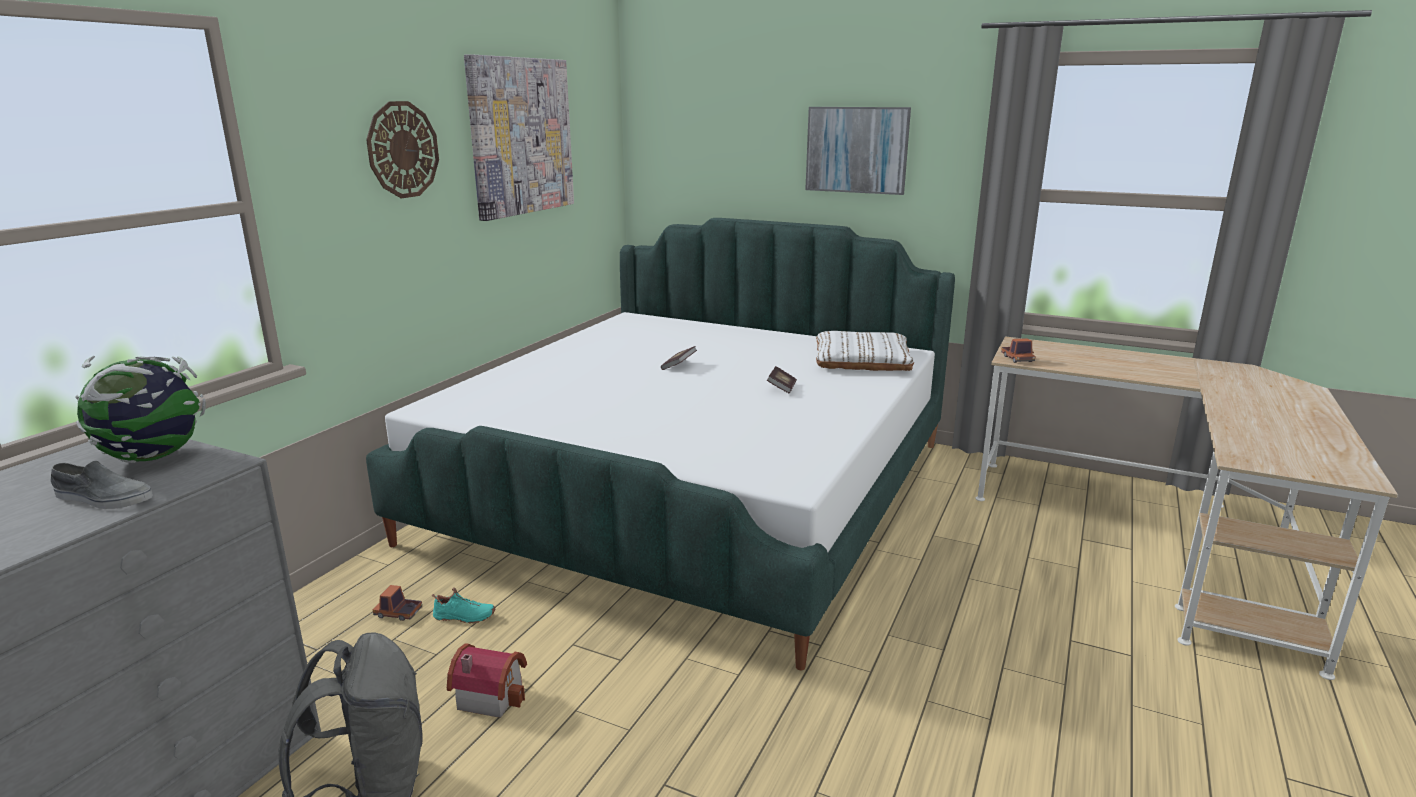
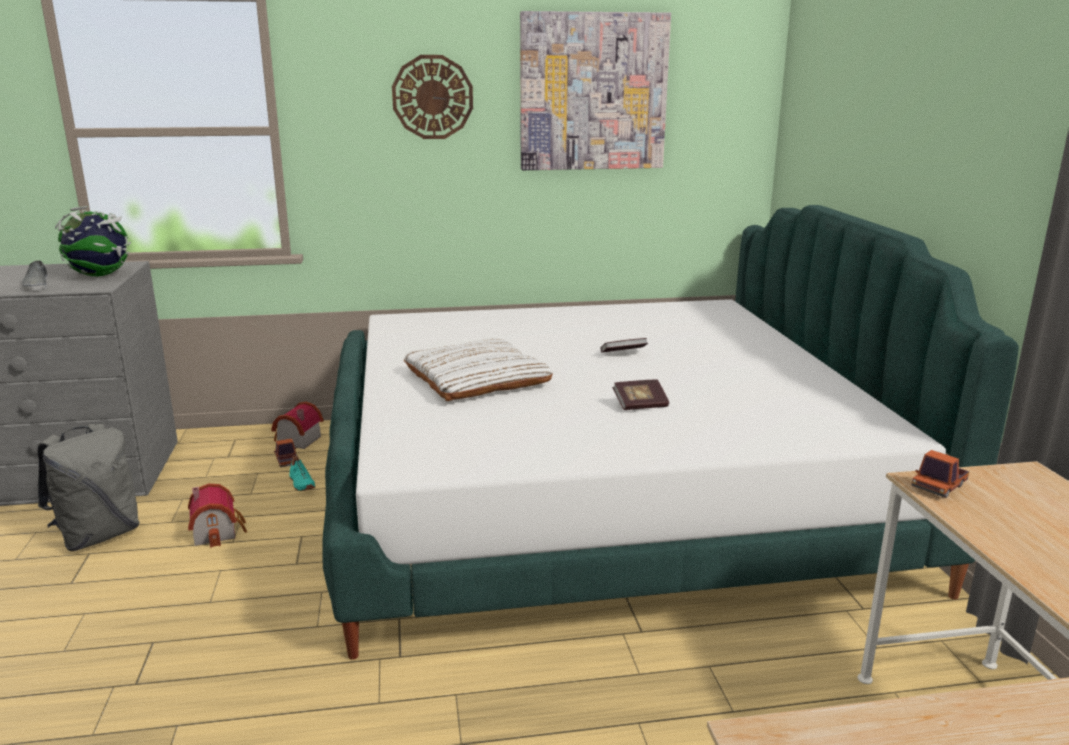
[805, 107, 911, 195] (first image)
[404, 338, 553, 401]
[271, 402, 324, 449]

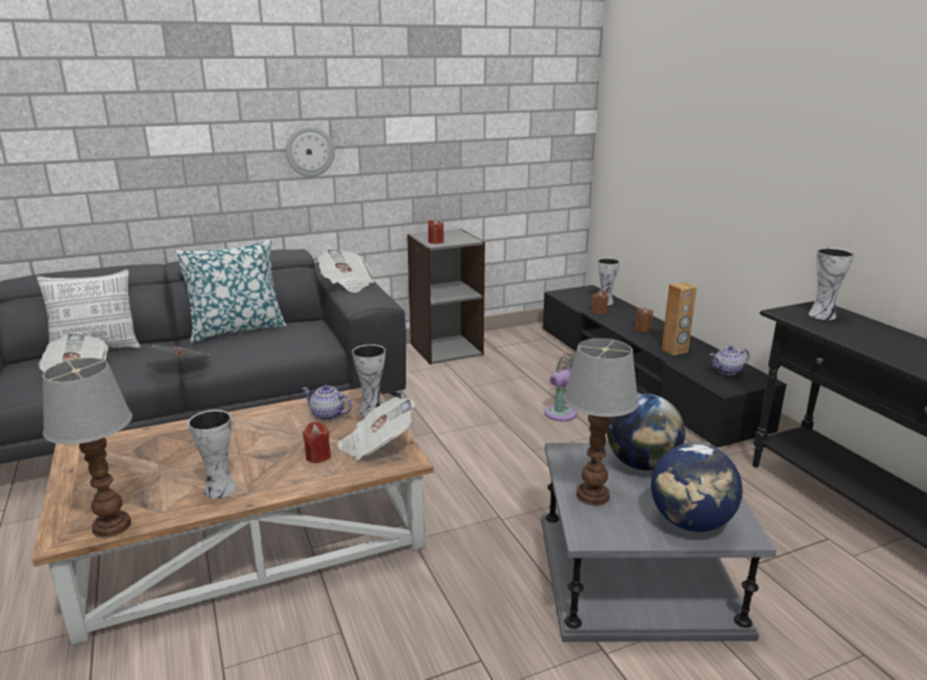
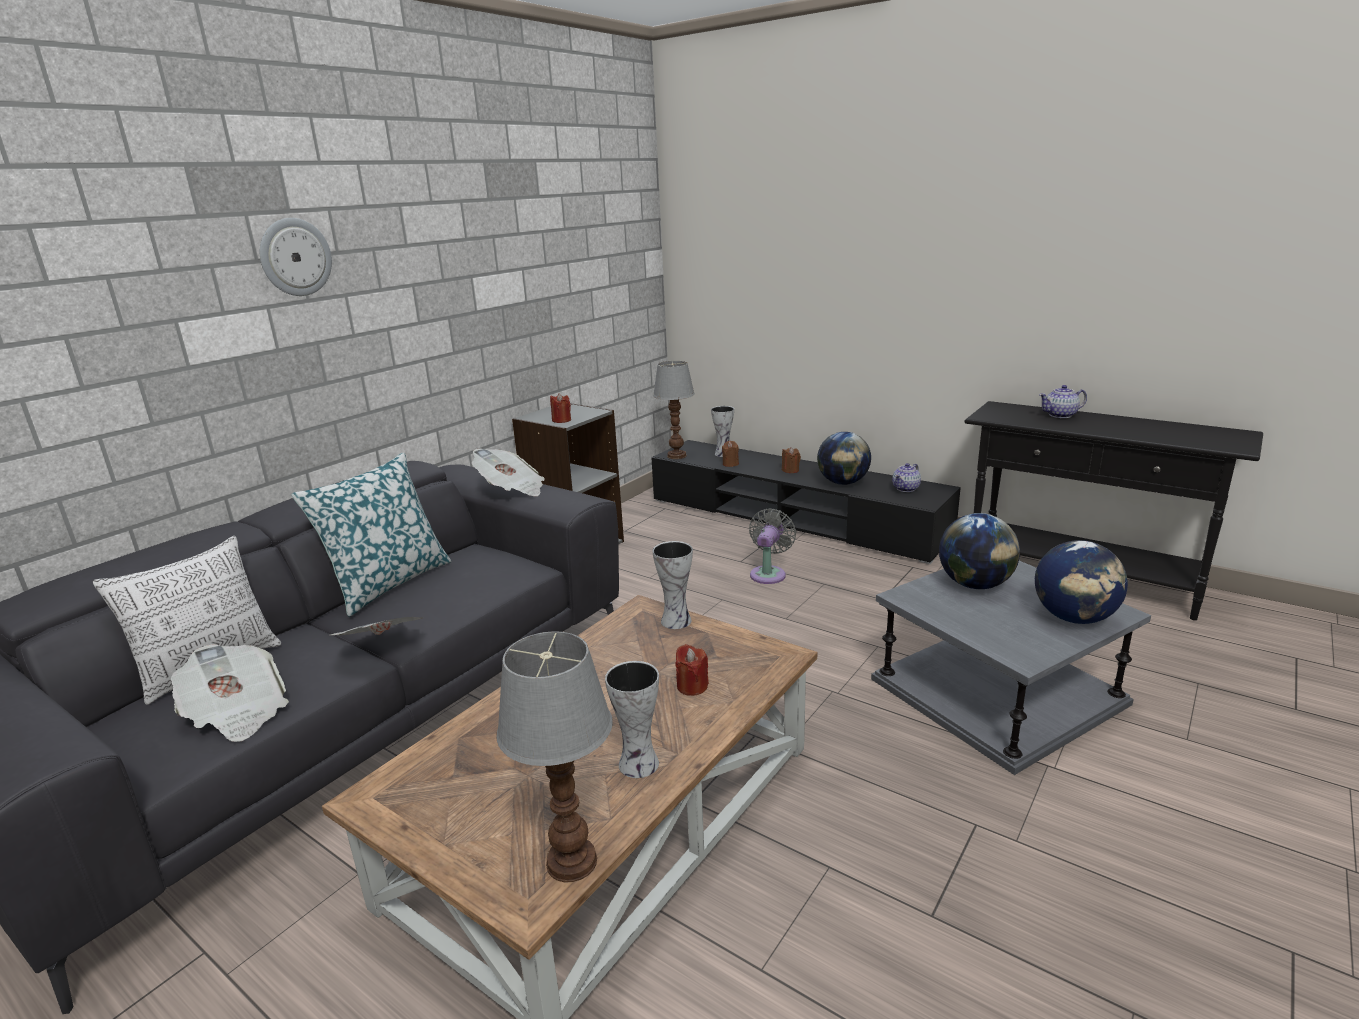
[260, 218, 332, 296]
[1039, 385, 1087, 418]
[338, 397, 416, 460] (first image)
[653, 361, 695, 459]
[817, 432, 871, 485]
[808, 248, 854, 320] (first image)

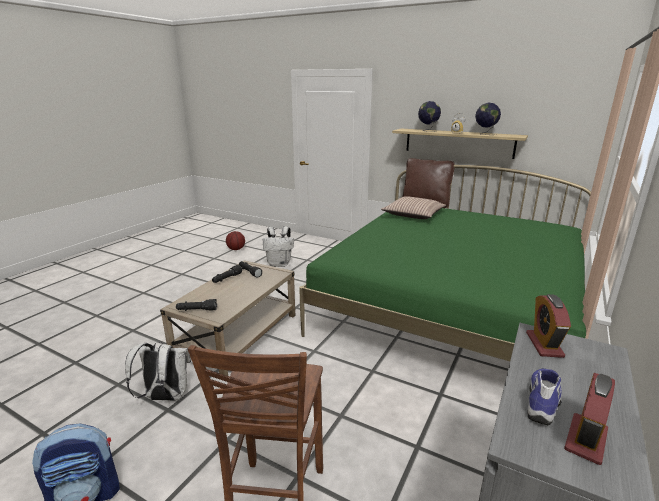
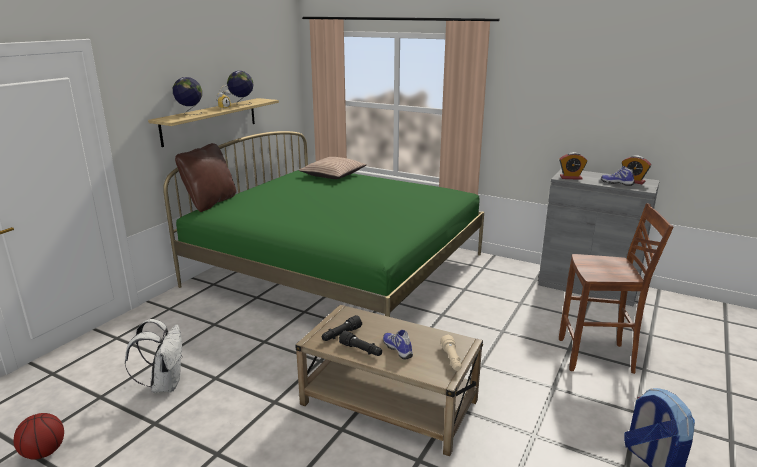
[125, 342, 191, 401] (first image)
[440, 335, 462, 371]
[299, 157, 367, 179]
[383, 330, 413, 359]

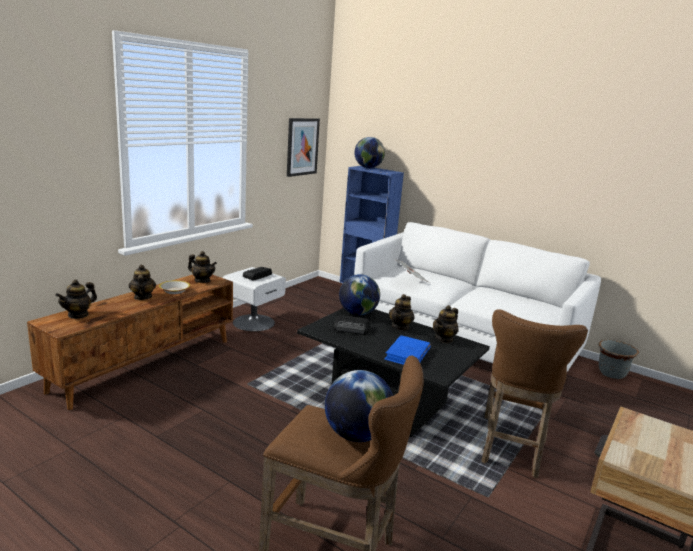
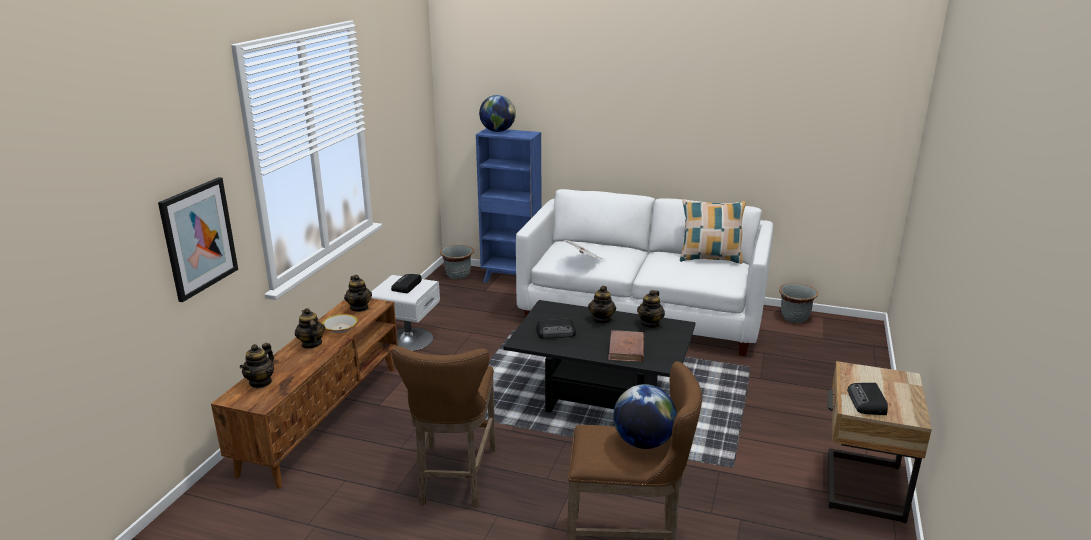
[344, 275, 372, 312]
[158, 177, 238, 302]
[339, 274, 380, 315] (first image)
[608, 330, 644, 362]
[392, 346, 496, 508]
[440, 245, 474, 280]
[680, 199, 746, 264]
[847, 383, 888, 415]

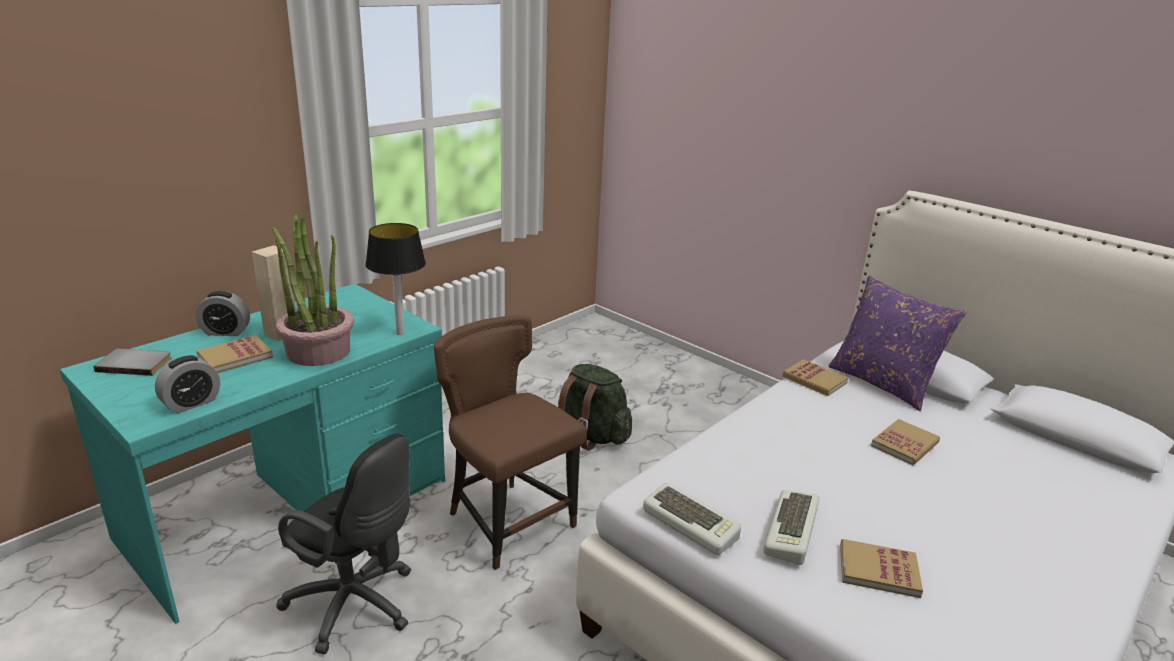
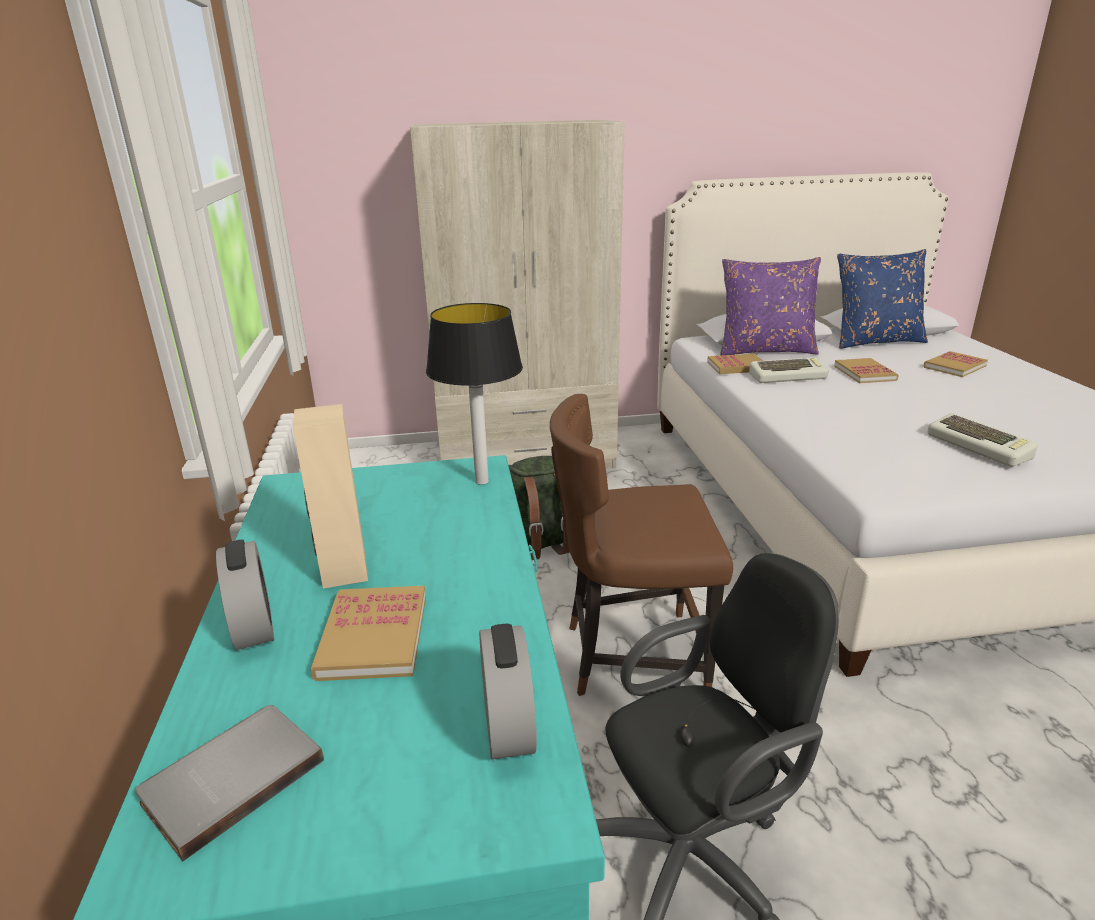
[216, 540, 274, 650]
[272, 214, 354, 366] (first image)
[749, 357, 829, 383]
[923, 351, 988, 377]
[410, 120, 625, 468]
[837, 249, 928, 349]

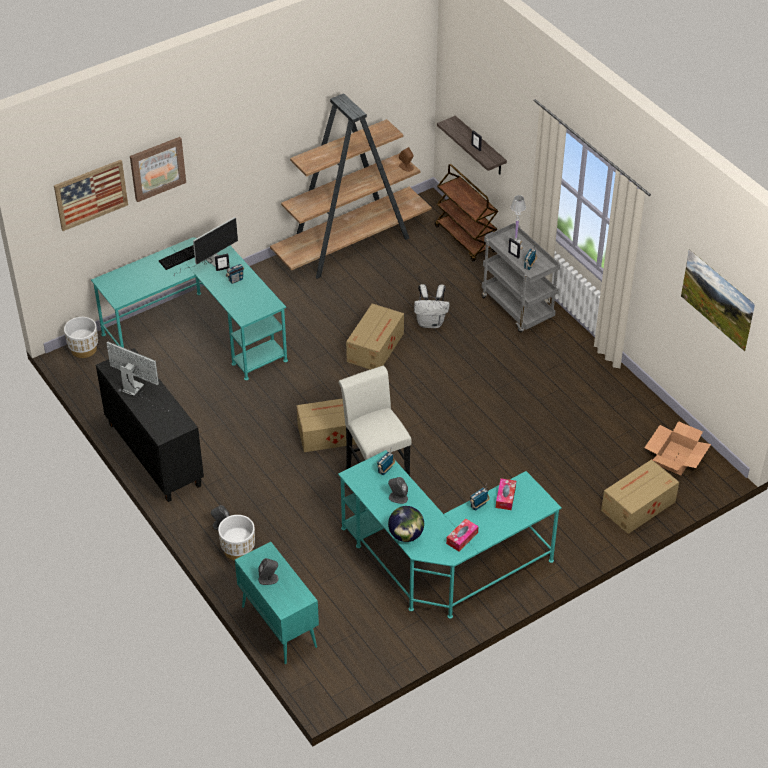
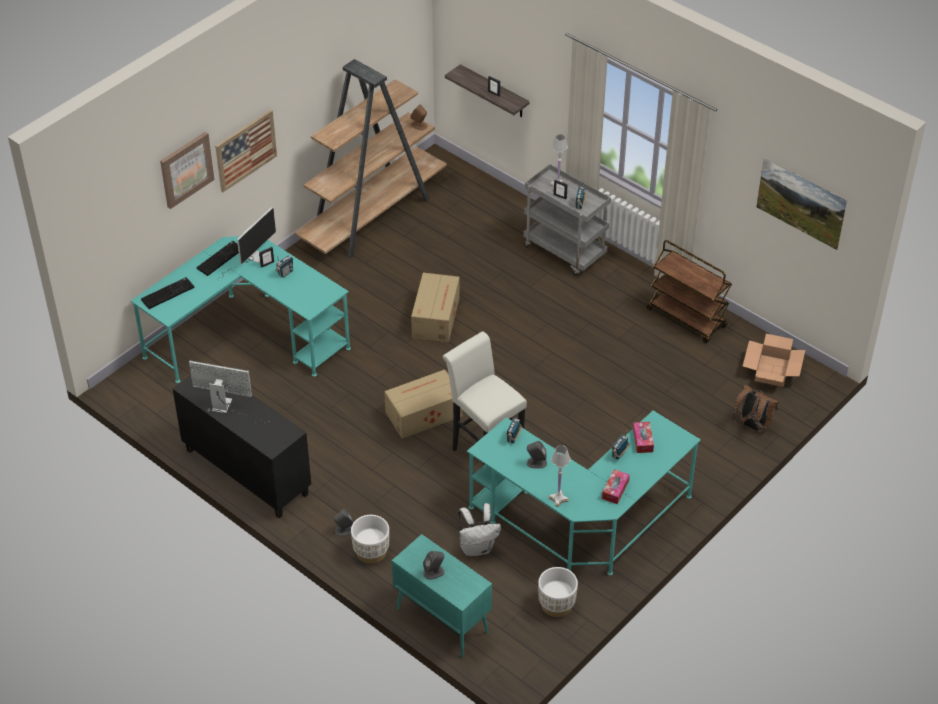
[215, 110, 277, 192]
[538, 567, 578, 617]
[548, 445, 570, 507]
[458, 503, 501, 557]
[647, 240, 732, 343]
[733, 385, 779, 432]
[141, 277, 194, 309]

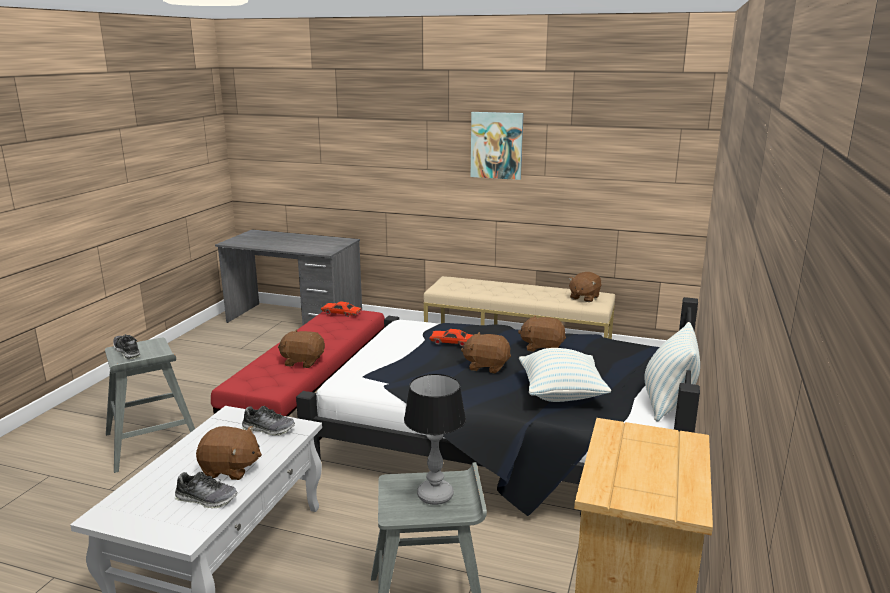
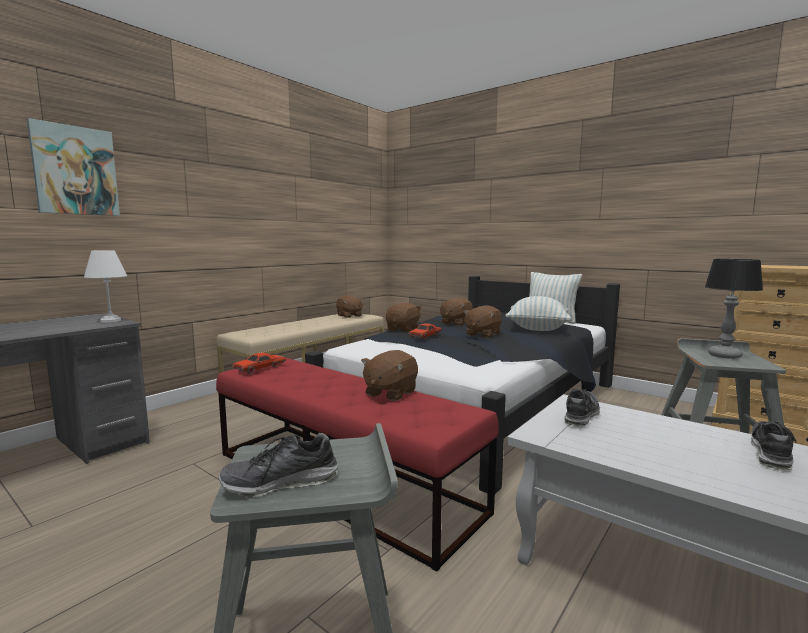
[386, 303, 422, 332]
[27, 118, 120, 216]
[84, 250, 127, 323]

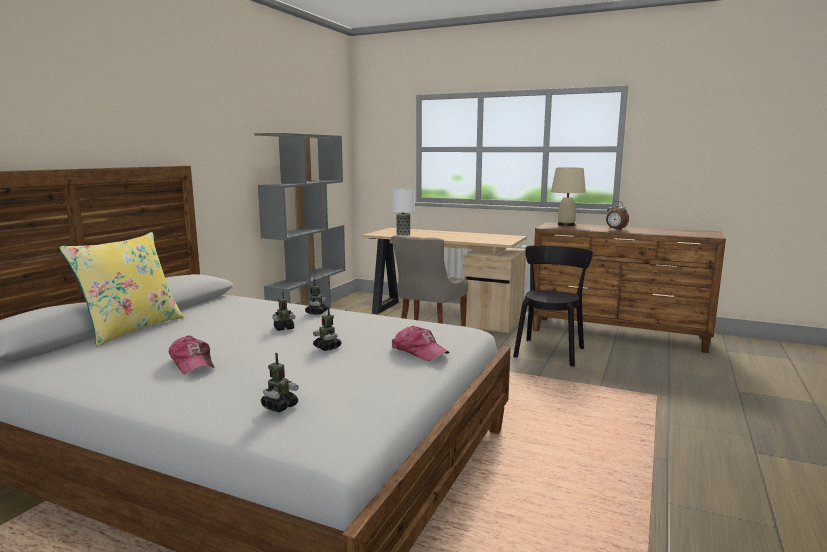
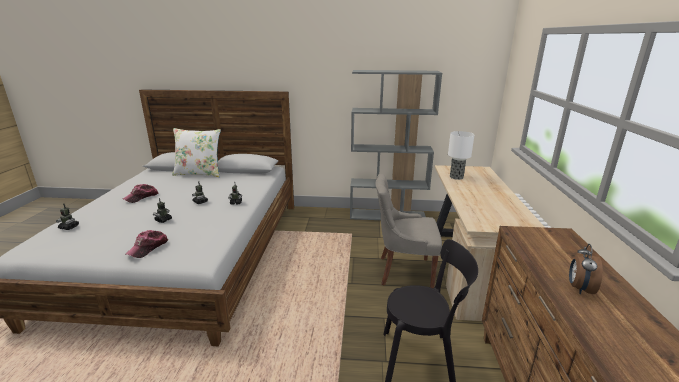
[172, 128, 221, 177]
[551, 167, 586, 226] (first image)

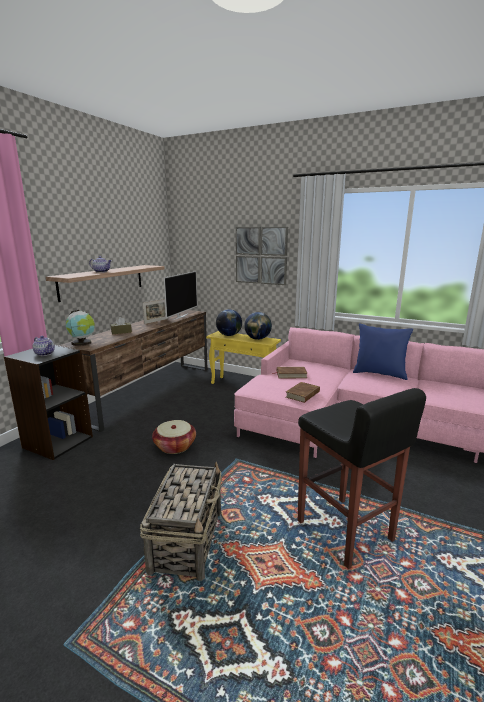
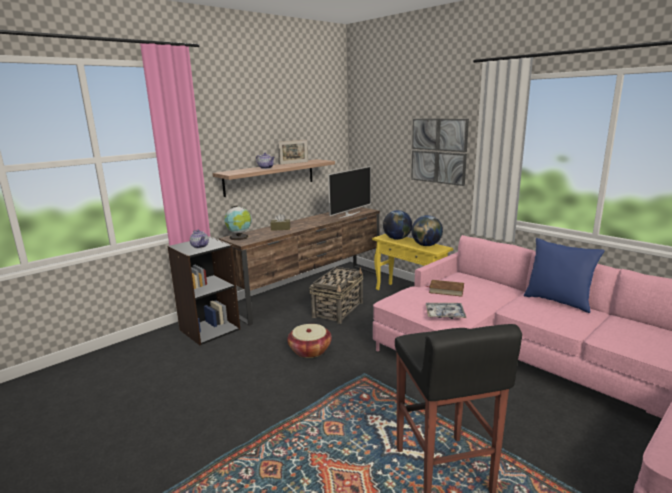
[309, 267, 363, 324]
[279, 140, 308, 165]
[426, 303, 466, 319]

